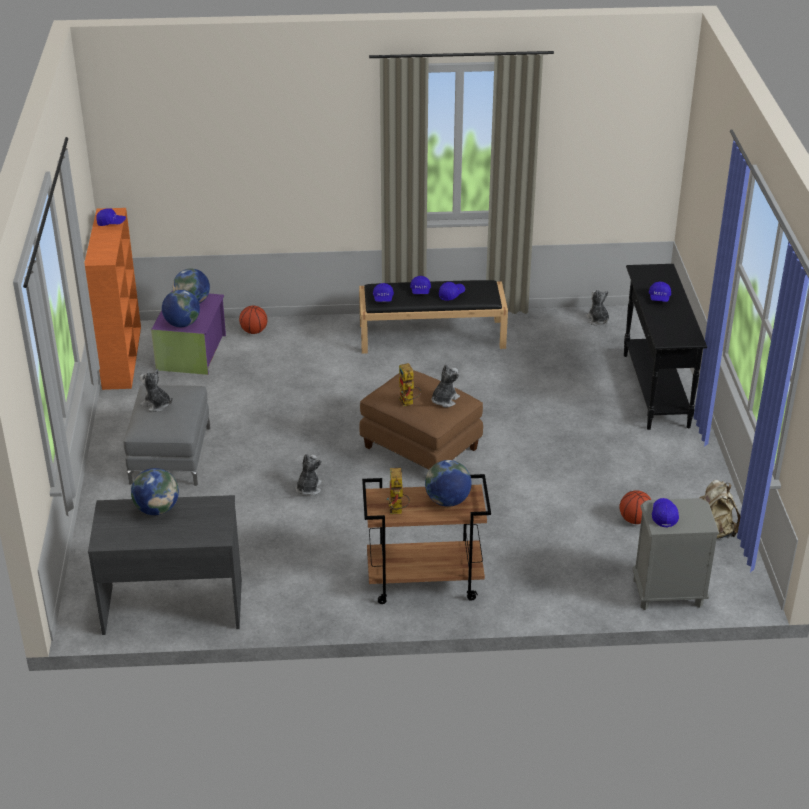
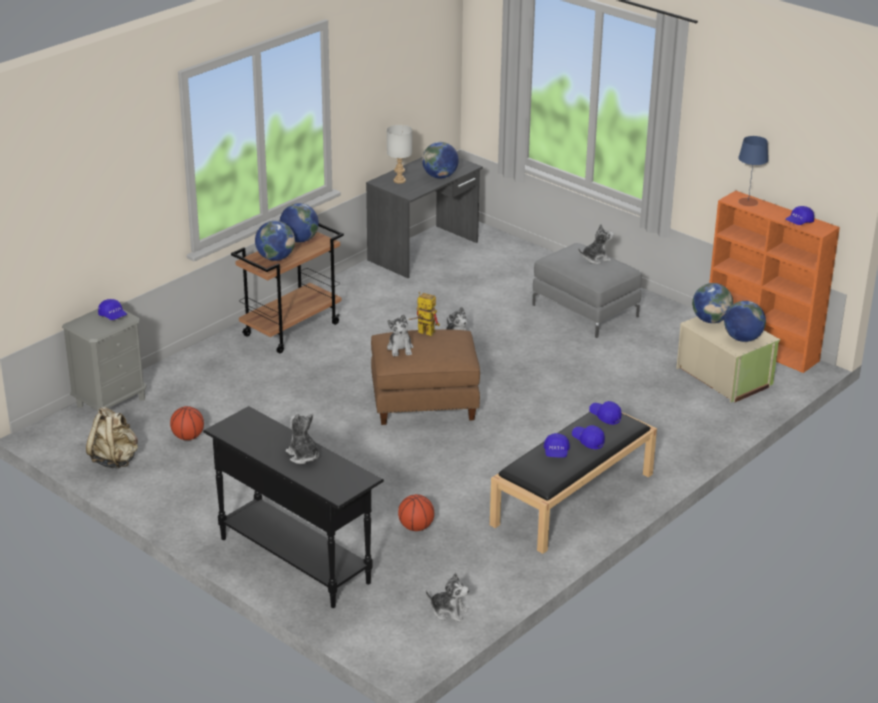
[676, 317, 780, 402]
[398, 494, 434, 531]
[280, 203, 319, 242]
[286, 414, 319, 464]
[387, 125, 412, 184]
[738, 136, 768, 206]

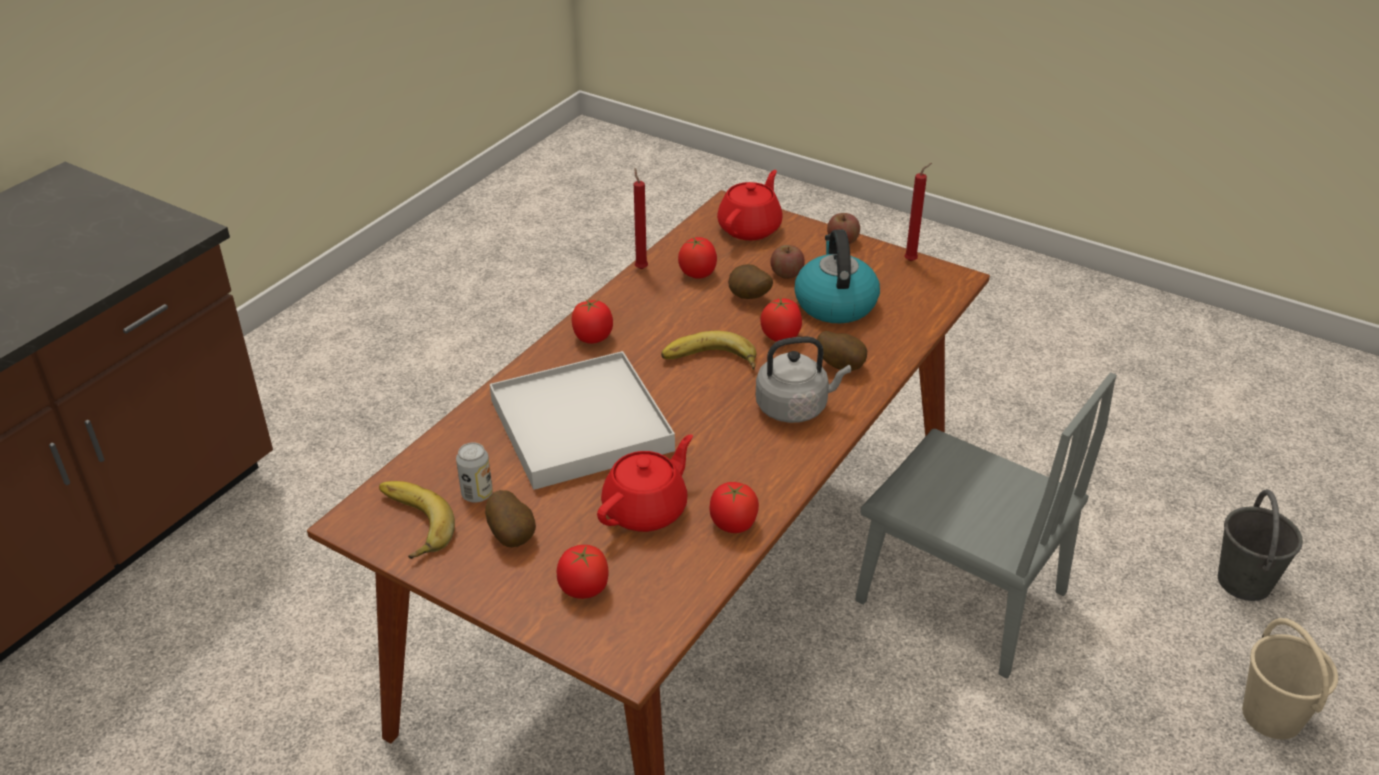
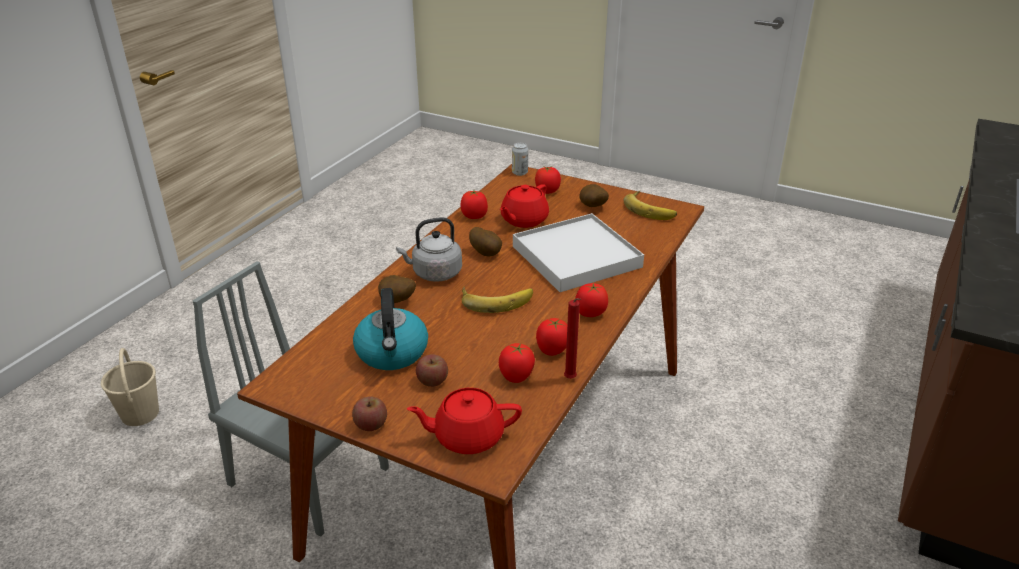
[512, 143, 528, 176]
[407, 388, 522, 454]
[469, 227, 502, 256]
[536, 318, 567, 356]
[904, 163, 932, 262] (first image)
[1218, 489, 1303, 601] (first image)

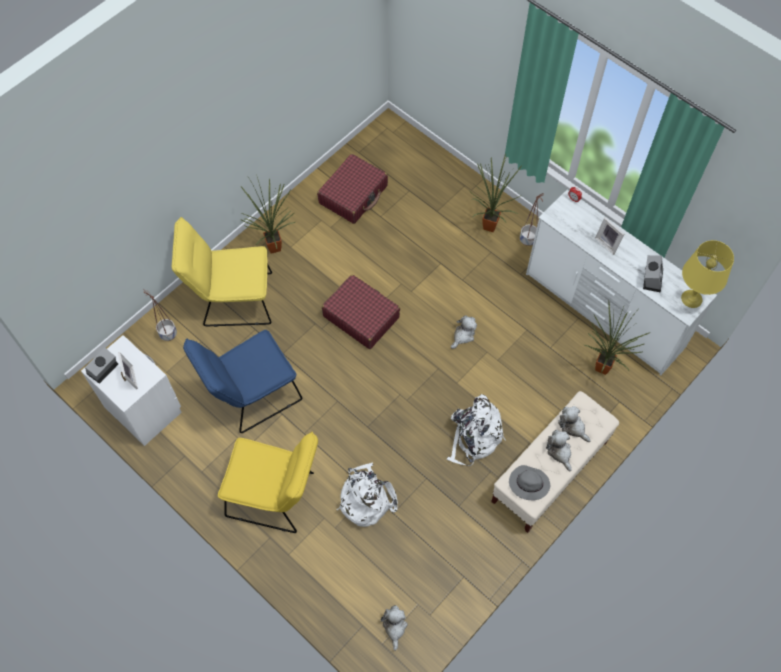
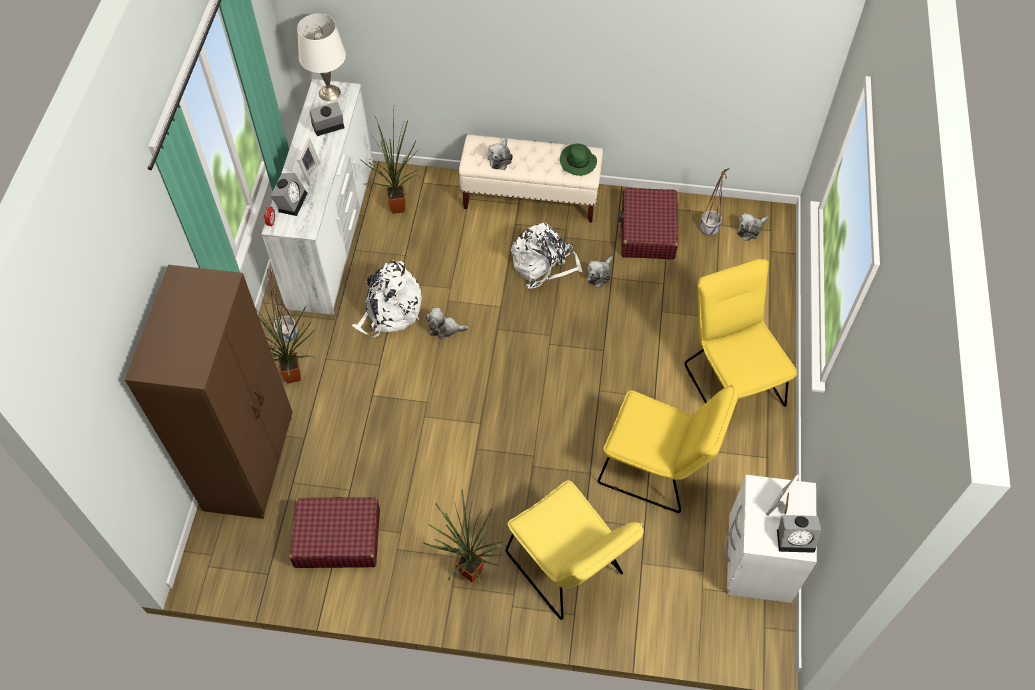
[700, 168, 729, 236]
[598, 385, 738, 513]
[618, 188, 678, 259]
[352, 260, 422, 338]
[560, 143, 597, 176]
[587, 256, 613, 288]
[297, 14, 346, 101]
[125, 265, 293, 519]
[271, 173, 308, 216]

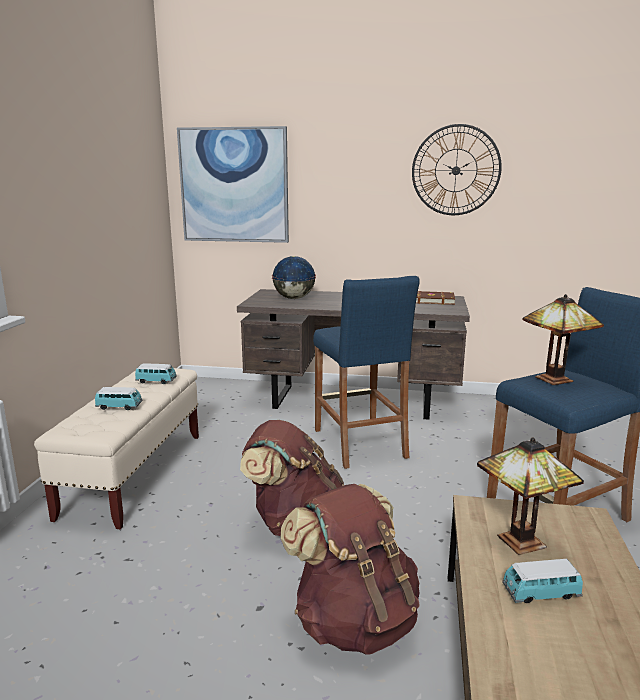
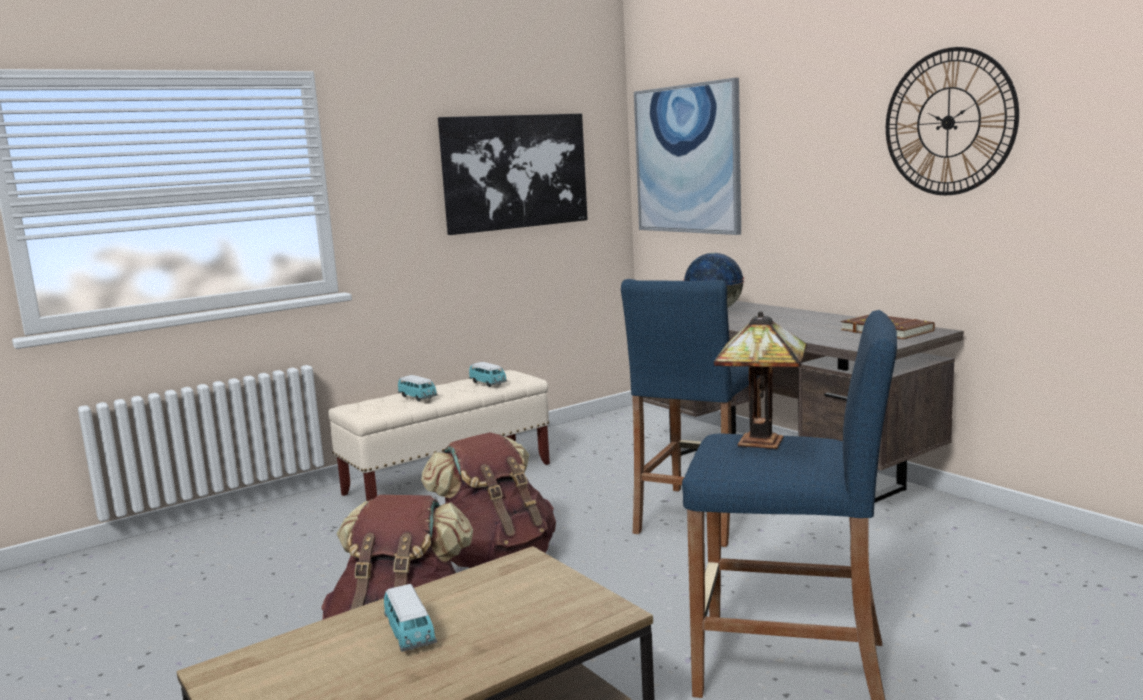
[477, 437, 584, 555] (first image)
[384, 584, 437, 652]
[438, 114, 588, 235]

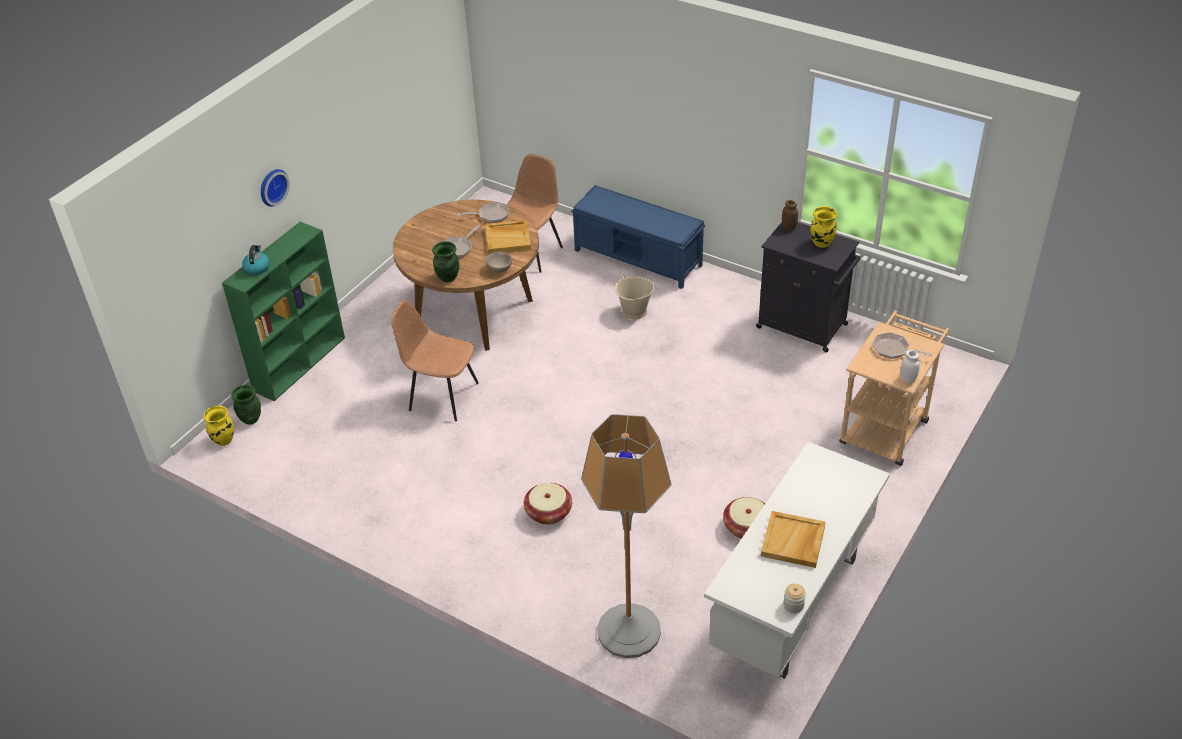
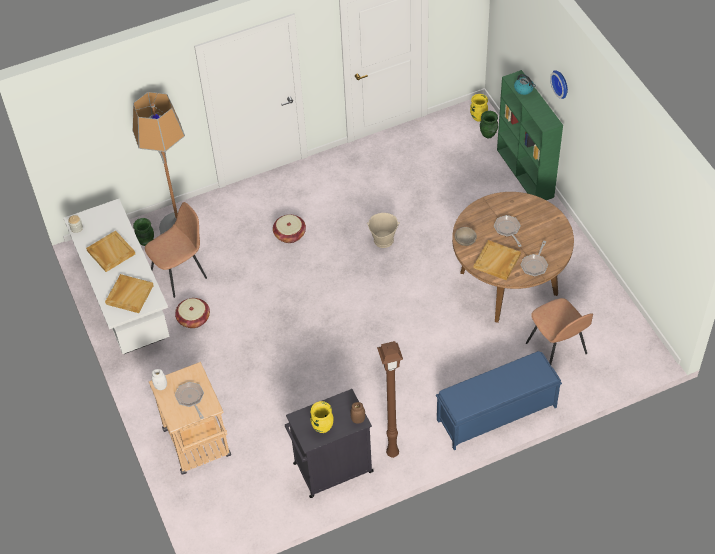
[145, 202, 207, 298]
[133, 218, 154, 246]
[367, 213, 400, 248]
[175, 382, 204, 419]
[105, 274, 154, 313]
[377, 341, 403, 458]

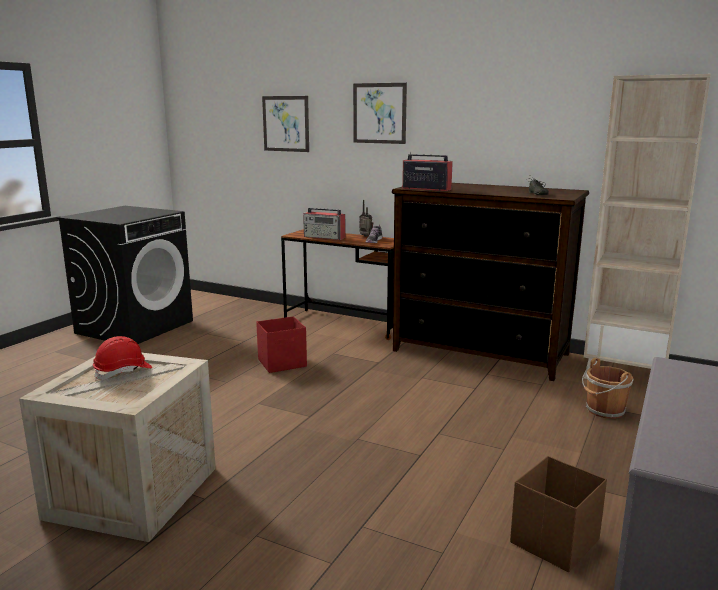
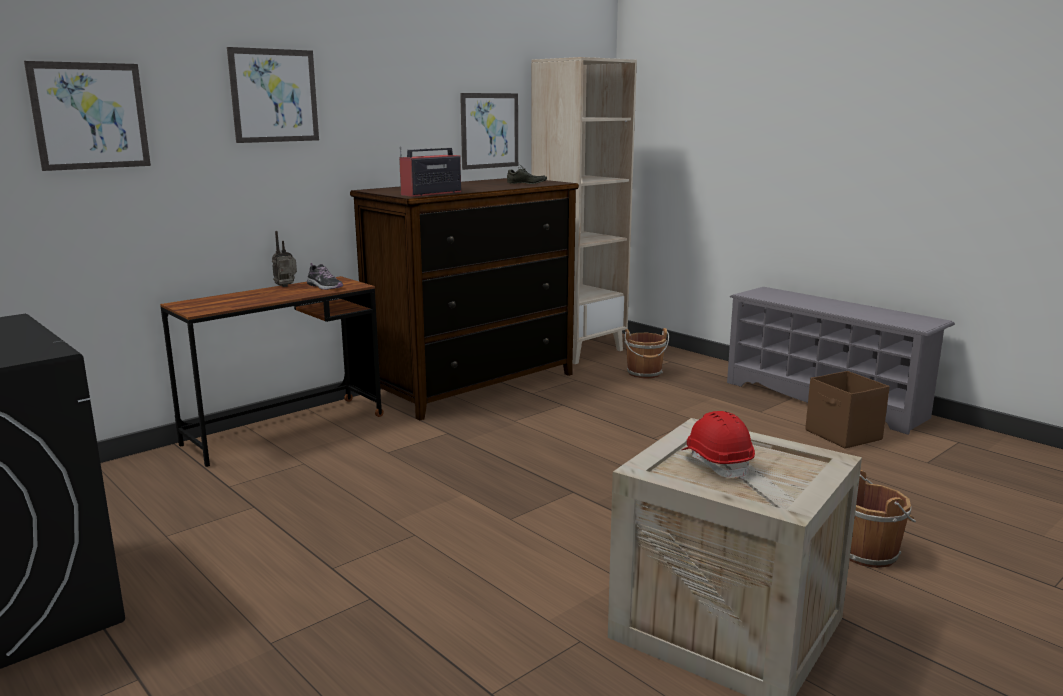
[256, 316, 307, 373] (first image)
[303, 208, 345, 240] (first image)
[460, 93, 518, 170]
[849, 470, 916, 568]

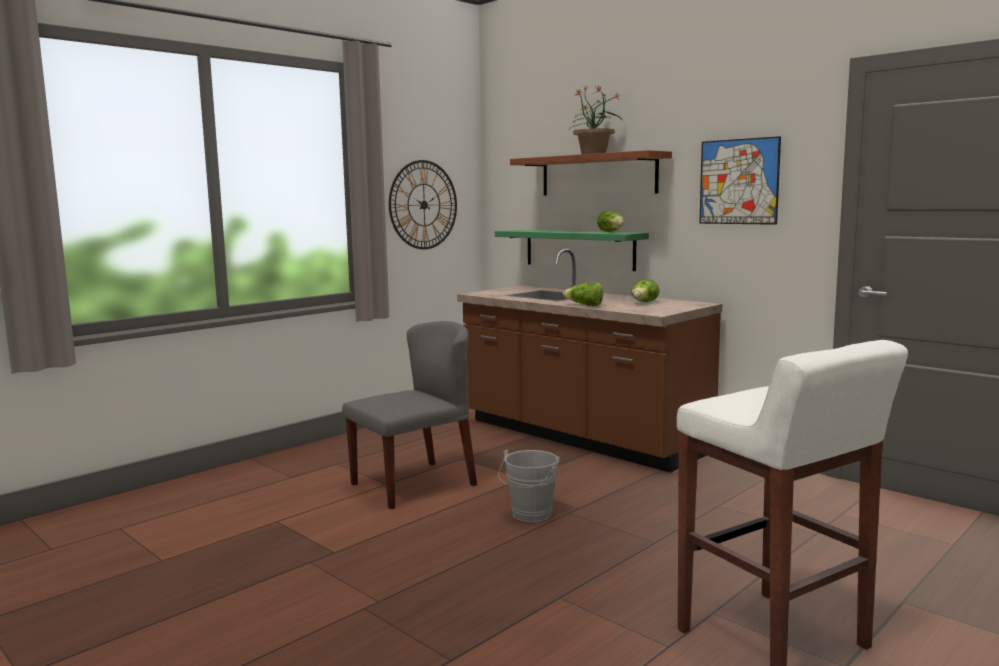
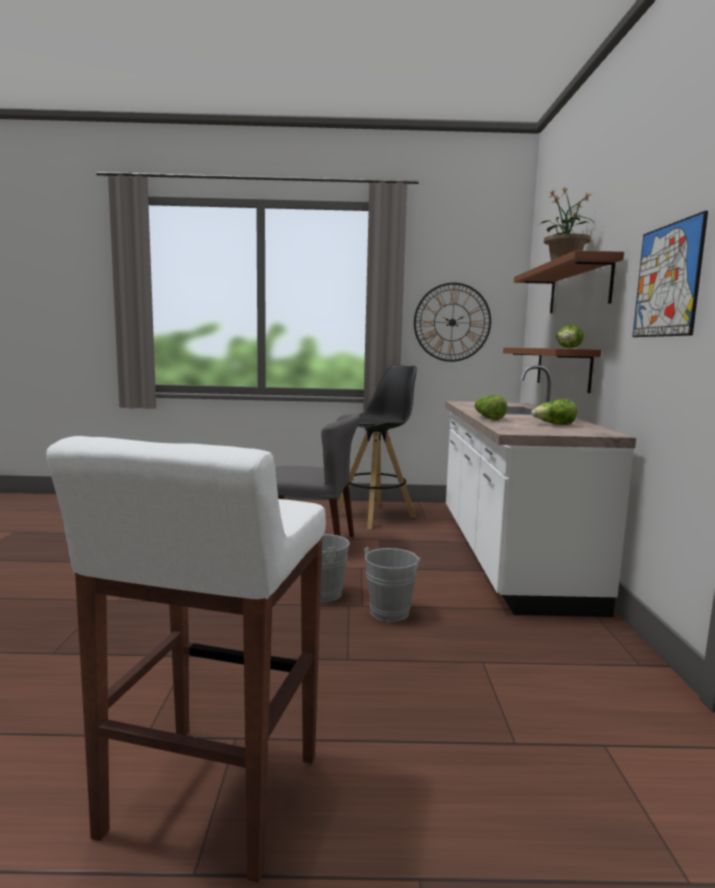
[445, 365, 636, 617]
[503, 347, 601, 393]
[338, 365, 417, 529]
[364, 547, 423, 622]

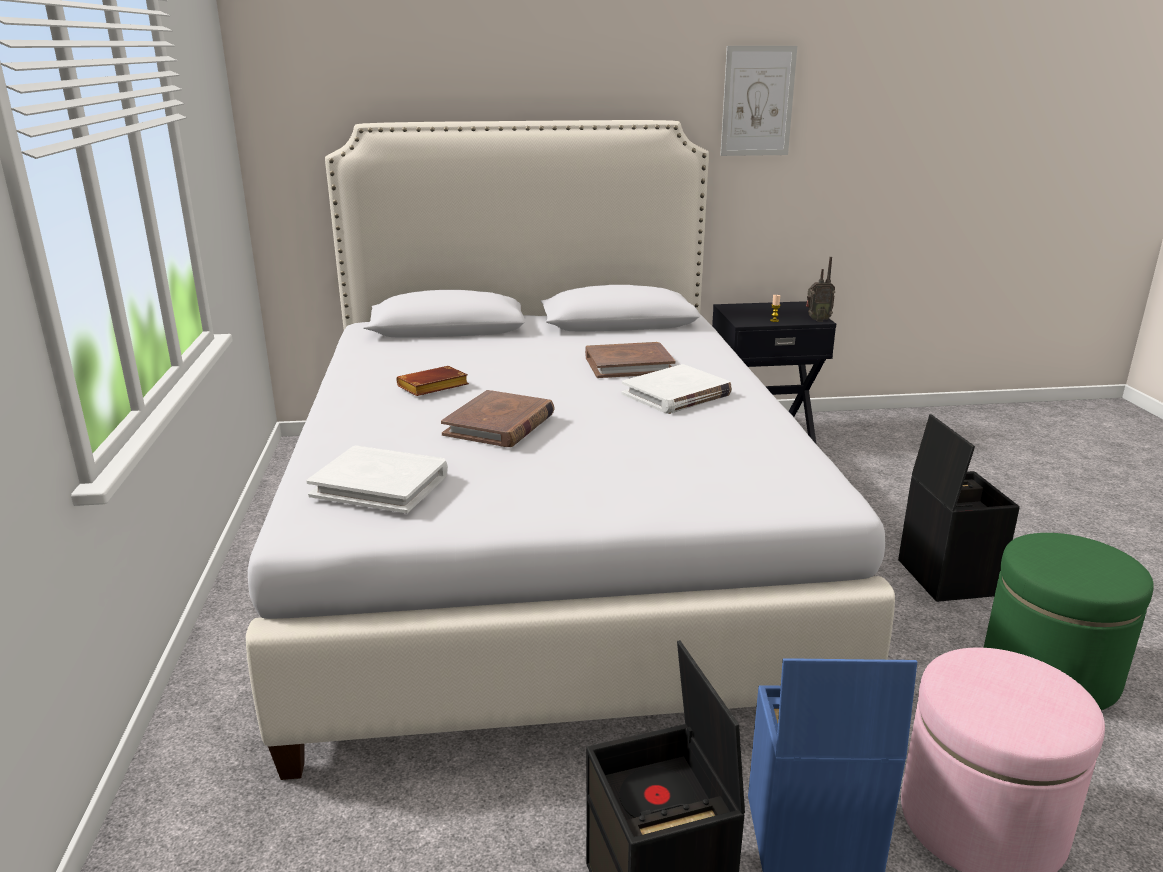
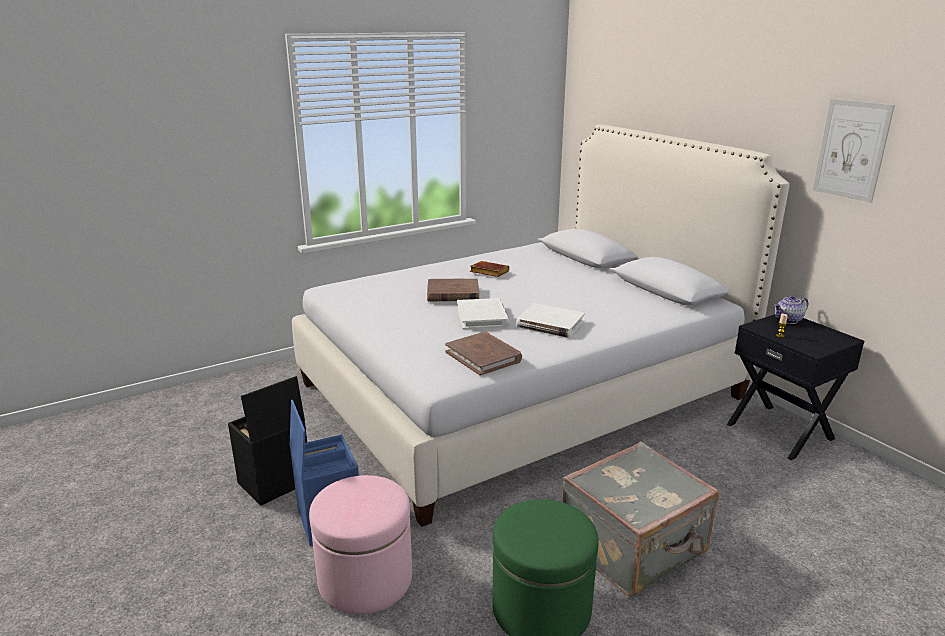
[457, 298, 510, 330]
[445, 332, 522, 376]
[806, 257, 835, 322] (first image)
[563, 442, 719, 596]
[774, 295, 808, 324]

